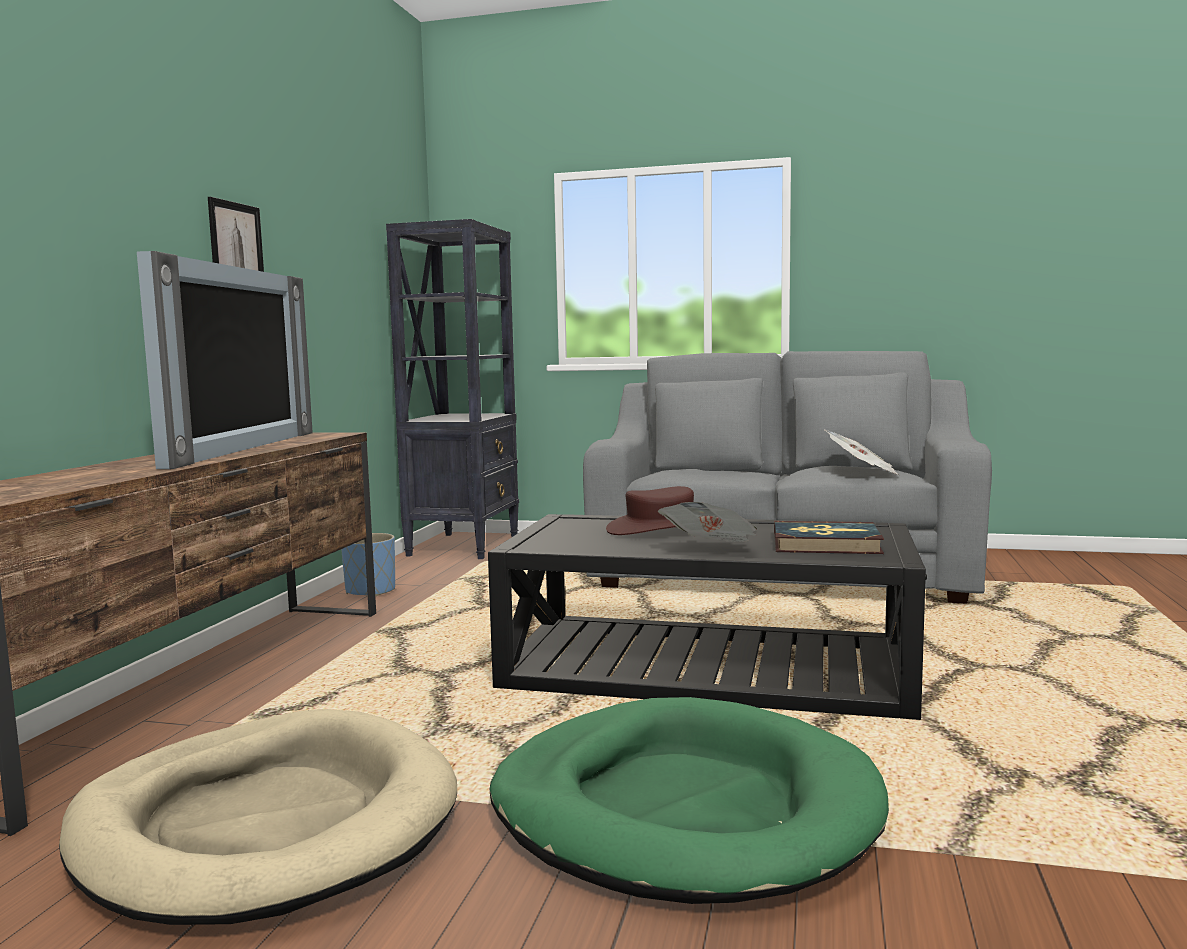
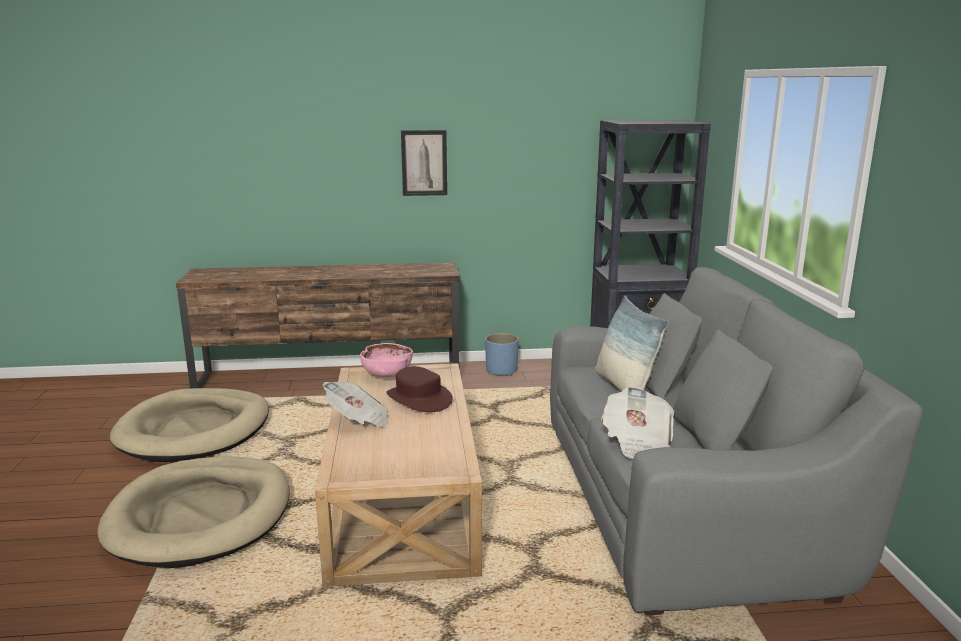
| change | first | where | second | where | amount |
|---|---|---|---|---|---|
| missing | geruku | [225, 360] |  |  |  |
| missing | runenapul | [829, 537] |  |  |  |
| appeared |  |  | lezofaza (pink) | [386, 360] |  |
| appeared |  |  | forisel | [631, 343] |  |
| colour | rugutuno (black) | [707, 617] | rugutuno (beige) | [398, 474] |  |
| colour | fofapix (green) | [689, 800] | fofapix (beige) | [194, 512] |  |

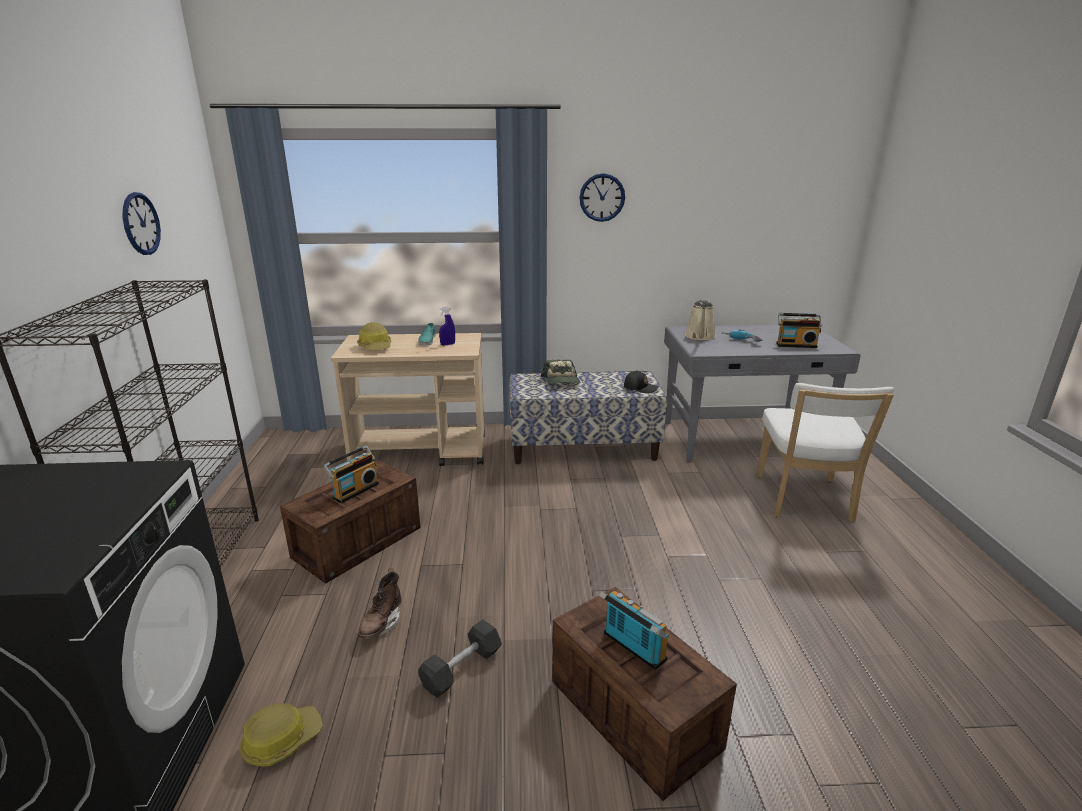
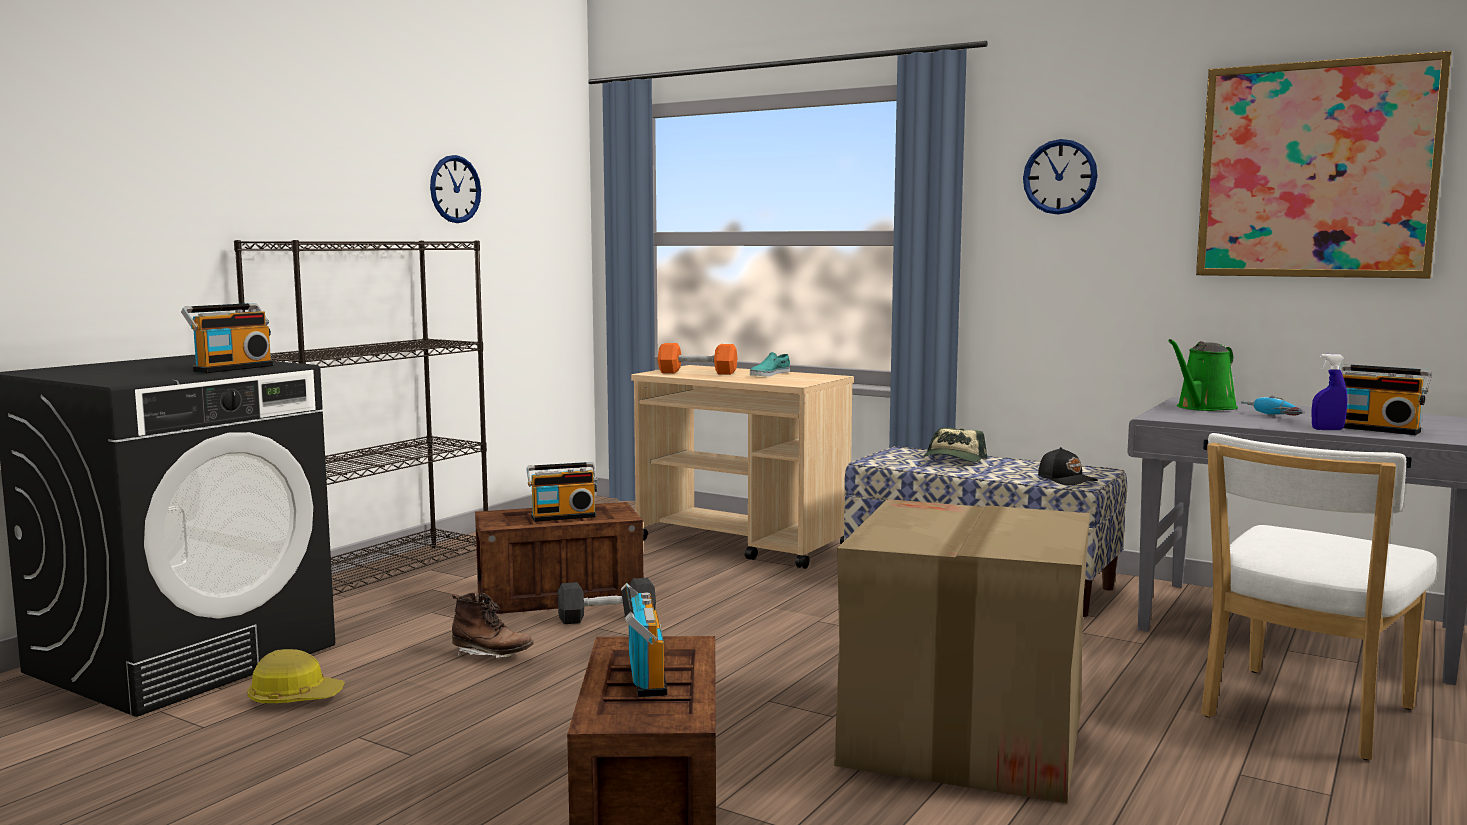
| change | first | where | second | where | amount |
|---|---|---|---|---|---|
| appeared |  |  | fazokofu | [227, 338] |  |
| appeared |  |  | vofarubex | [962, 651] |  |
| appeared |  |  | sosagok | [1324, 164] |  |
| relocated | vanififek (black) | [460, 658] |  | [607, 601] |  |
| relocated | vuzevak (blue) | [447, 326] |  | [1329, 392] |  |
| exchanged | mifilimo | [374, 336] | vanififek (orange) | [698, 359] |  |
| colour | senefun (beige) | [700, 320] | senefun (green) | [1203, 375] |  |
| spun | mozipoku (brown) | [380, 603] |  | [493, 625] | 120 degrees counterclockwise |

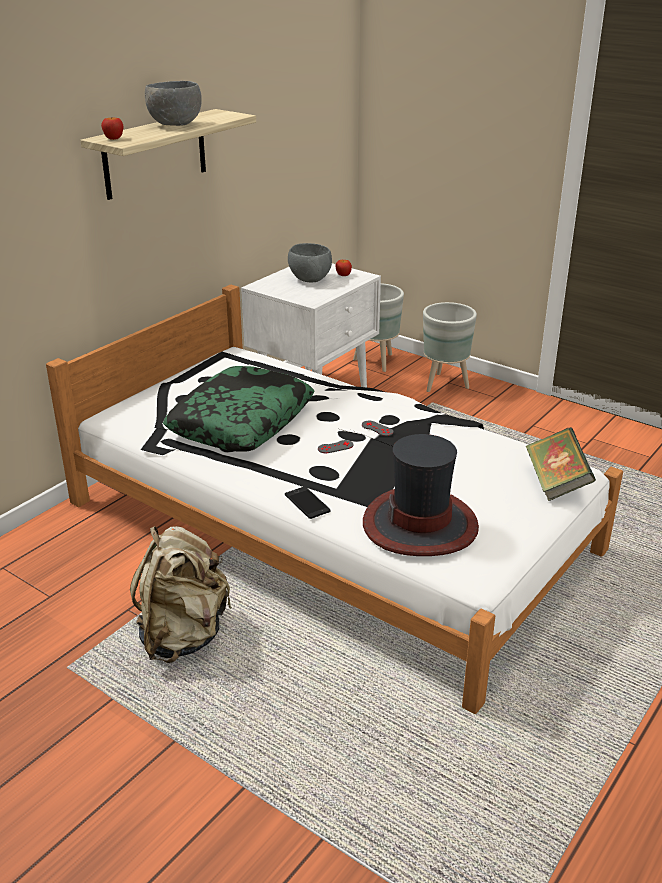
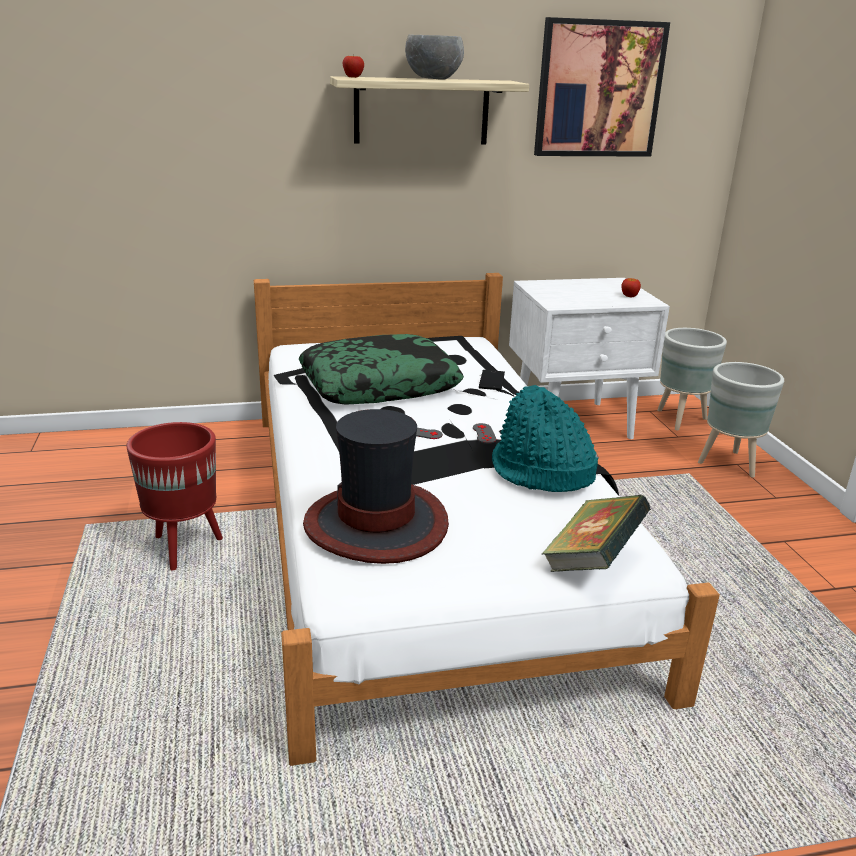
| change | first | where | second | where | amount |
|---|---|---|---|---|---|
| missing | lezofaza (grey) | [310, 262] |  |  |  |
| appeared |  |  | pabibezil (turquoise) | [545, 438] |  |
| appeared |  |  | sosagok | [602, 87] |  |
| relocated | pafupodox | [307, 502] |  | [492, 380] |  |
| exchanged | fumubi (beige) | [181, 594] | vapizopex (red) | [174, 496] |  |

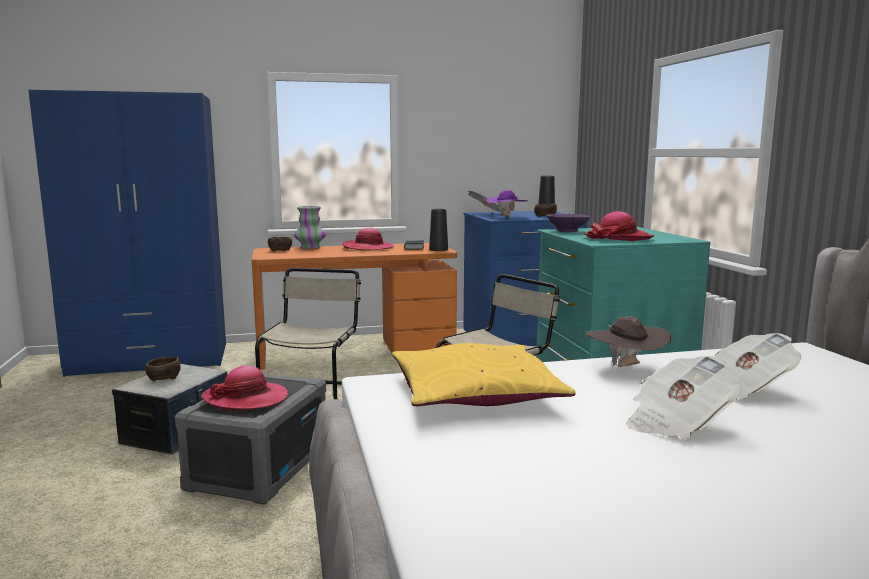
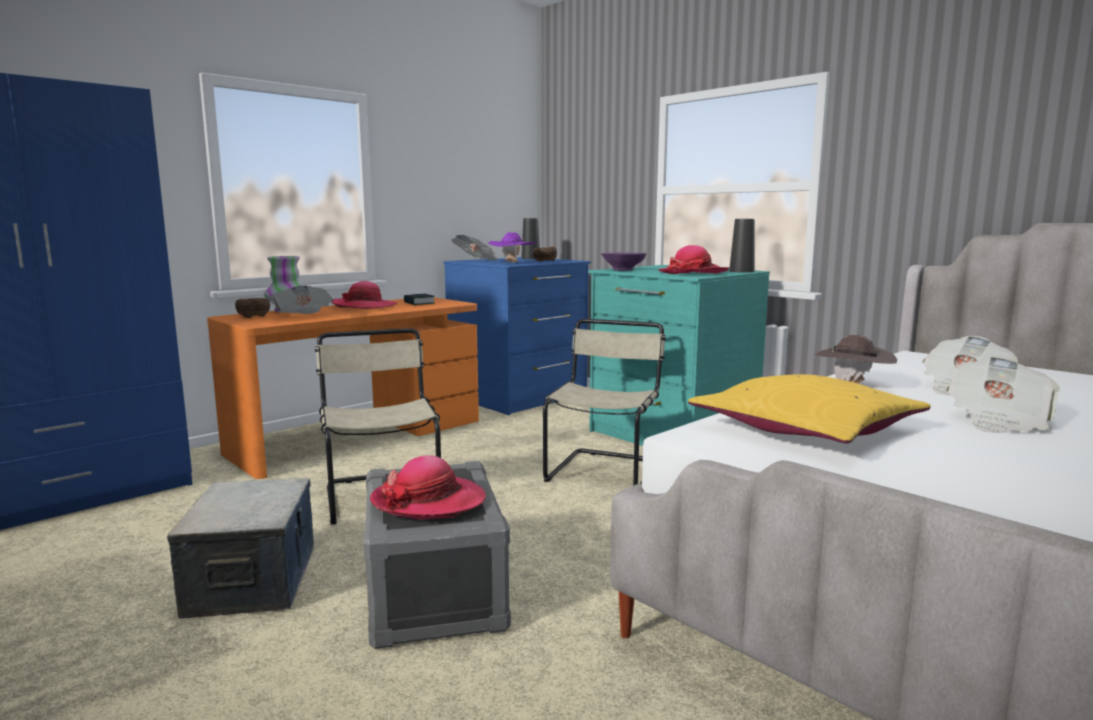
| change | first | where | second | where | amount |
|---|---|---|---|---|---|
| missing | lezofaza (brown) | [163, 369] |  |  |  |
| appeared |  |  | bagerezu | [302, 299] |  |
| relocated | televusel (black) | [438, 230] |  | [742, 246] |  |

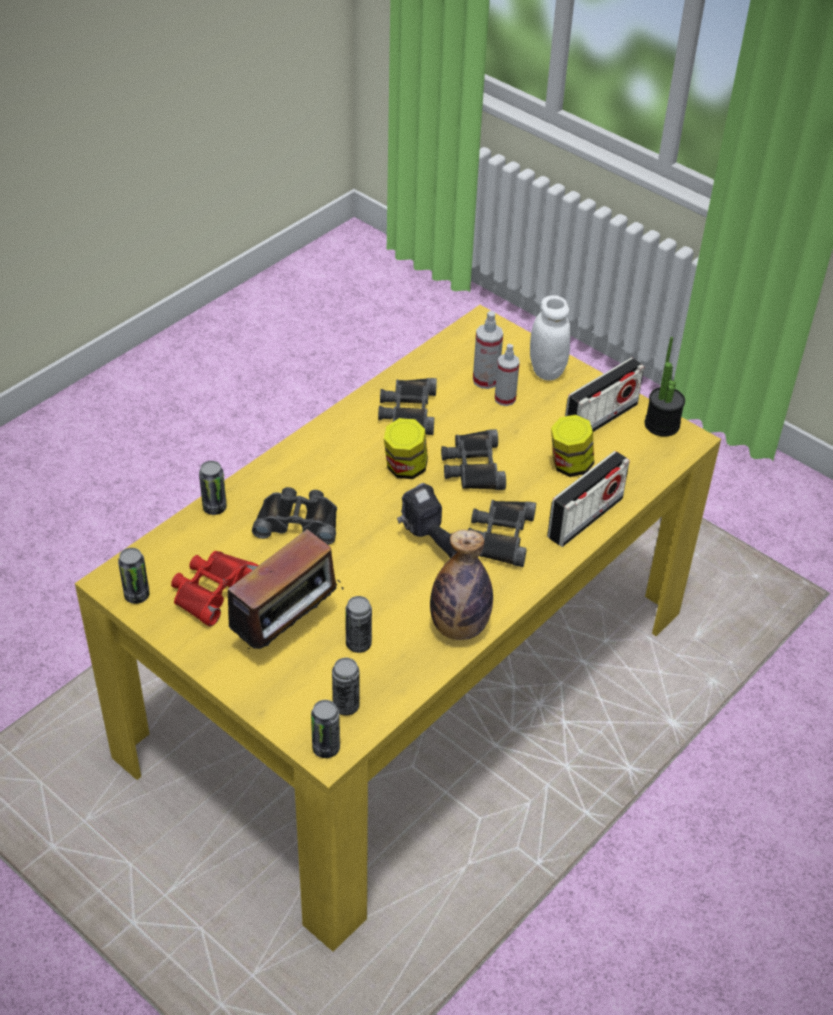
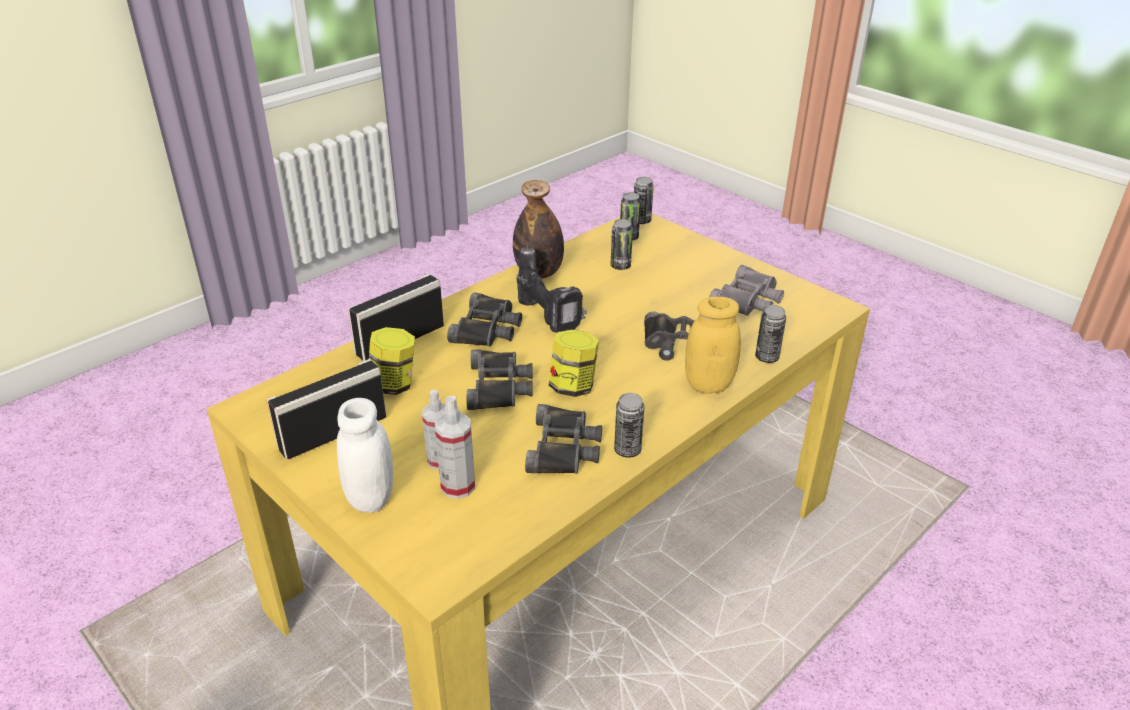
| change | first | where | second | where | amount |
|---|---|---|---|---|---|
| missing | fazokofu | [279, 589] |  |  |  |
| missing | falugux | [665, 387] |  |  |  |
| appeared |  |  | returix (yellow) | [713, 345] |  |
| relocated | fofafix | [134, 576] |  | [629, 425] |  |
| colour | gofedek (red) | [215, 588] | gofedek (grey) | [746, 290] |  |

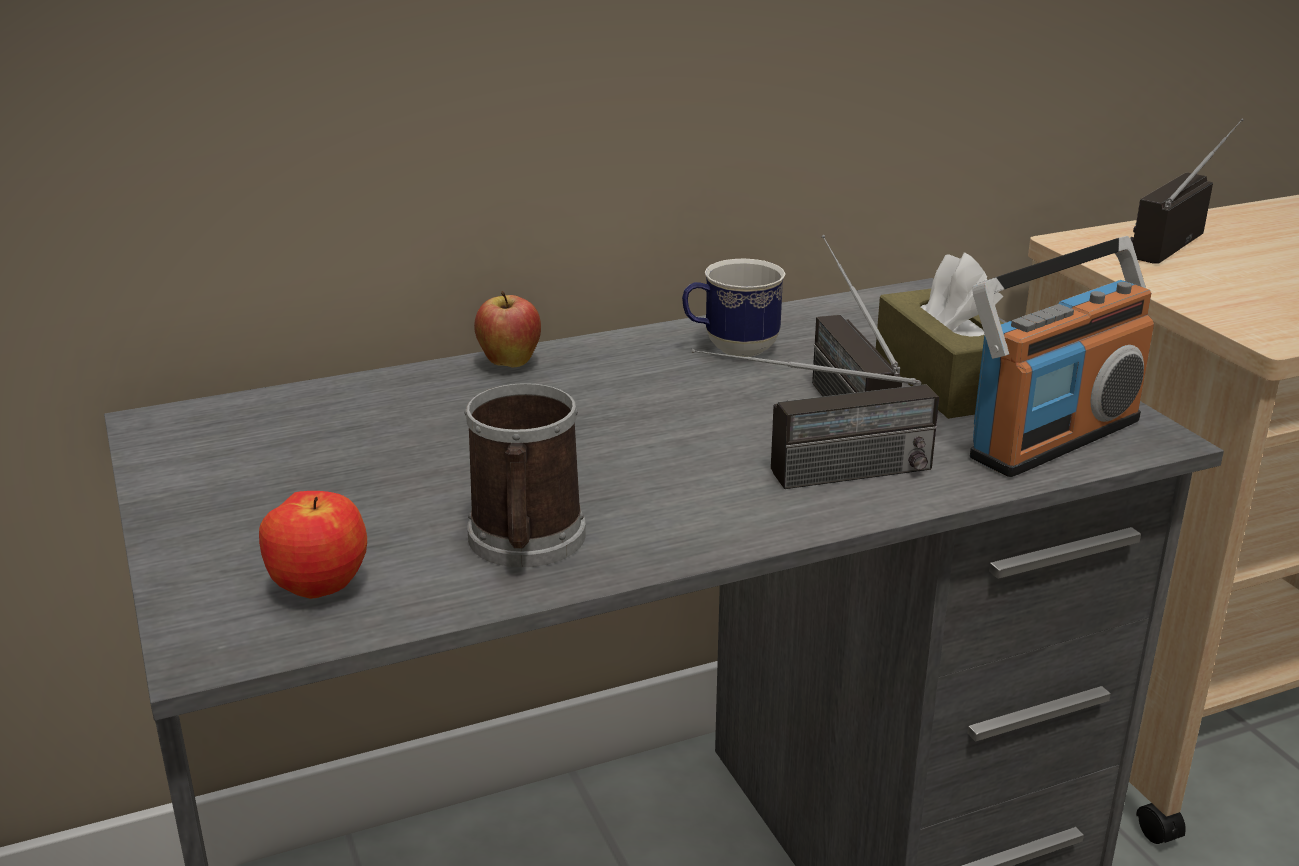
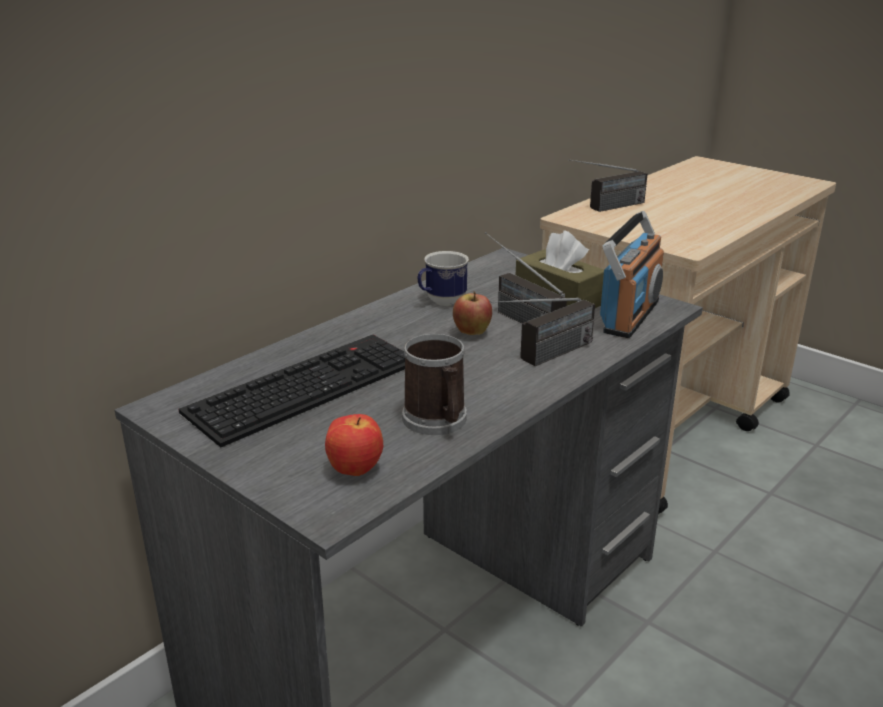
| change | first | where | second | where | amount |
|---|---|---|---|---|---|
| appeared |  |  | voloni | [292, 391] |  |
| relocated | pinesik | [507, 329] |  | [472, 313] |  |
| spun | fazokofu | [1186, 191] |  | [608, 185] | 135 degrees counterclockwise |

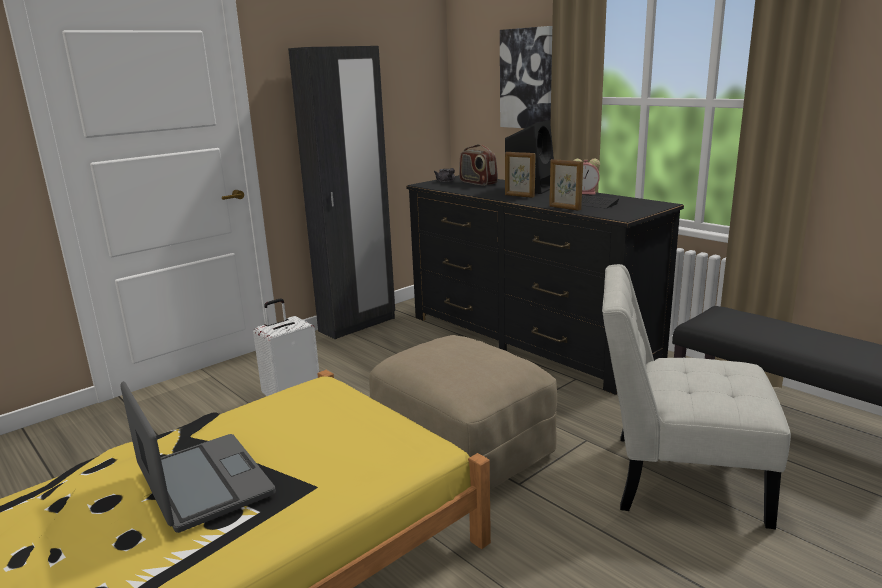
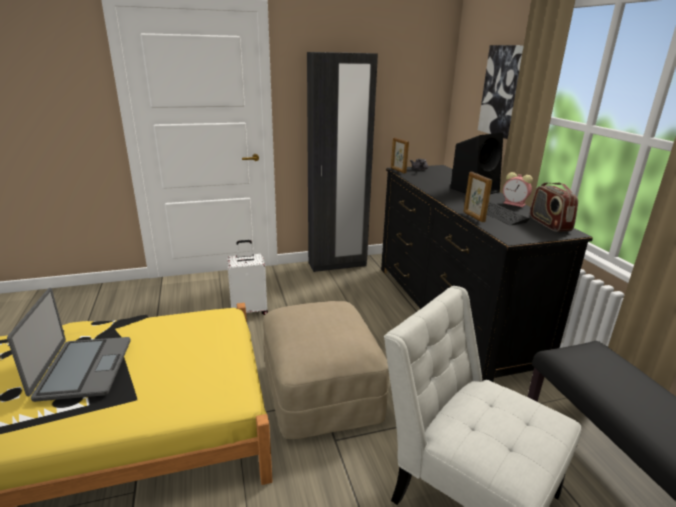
| change | first | where | second | where | amount |
|---|---|---|---|---|---|
| relocated | fazokofu | [478, 165] |  | [554, 207] |  |
| relocated | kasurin | [520, 175] |  | [400, 155] |  |

